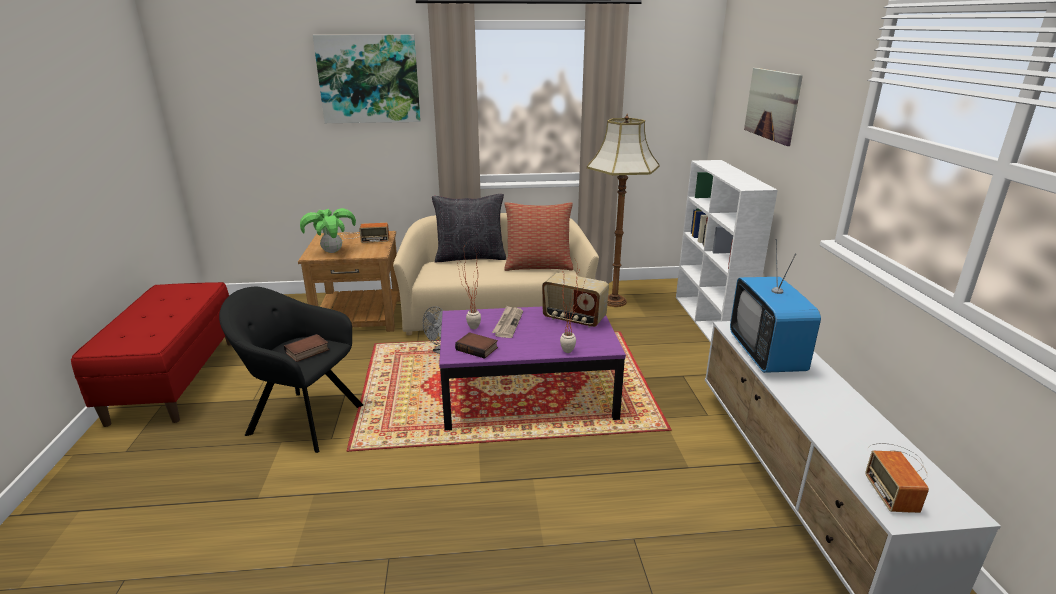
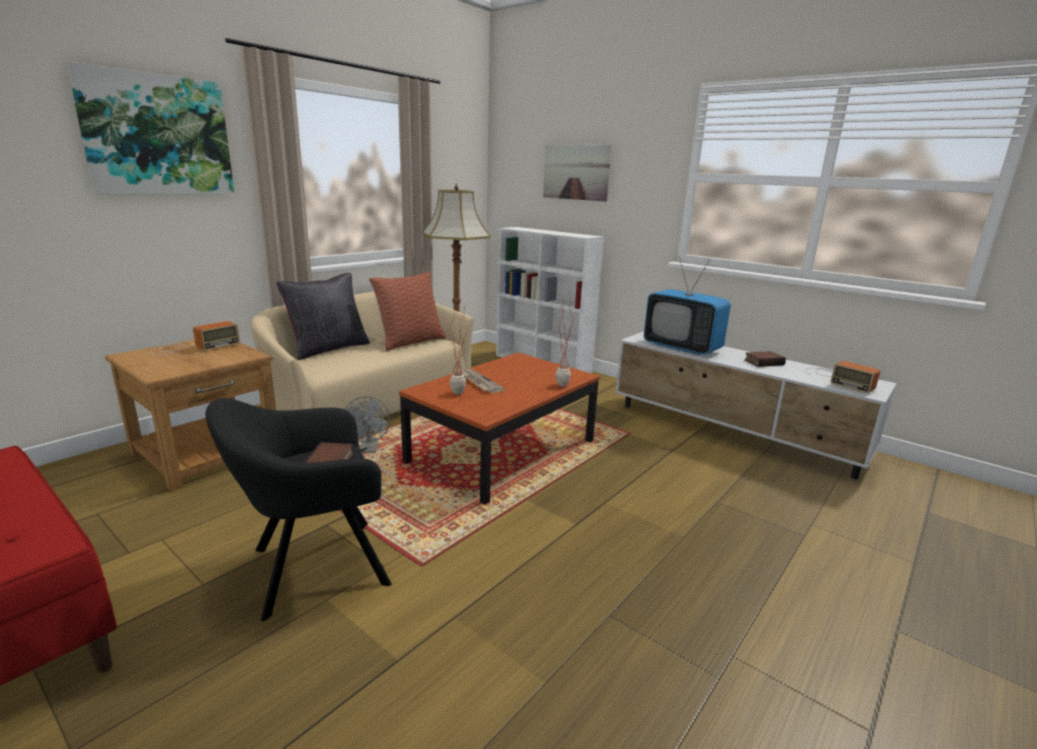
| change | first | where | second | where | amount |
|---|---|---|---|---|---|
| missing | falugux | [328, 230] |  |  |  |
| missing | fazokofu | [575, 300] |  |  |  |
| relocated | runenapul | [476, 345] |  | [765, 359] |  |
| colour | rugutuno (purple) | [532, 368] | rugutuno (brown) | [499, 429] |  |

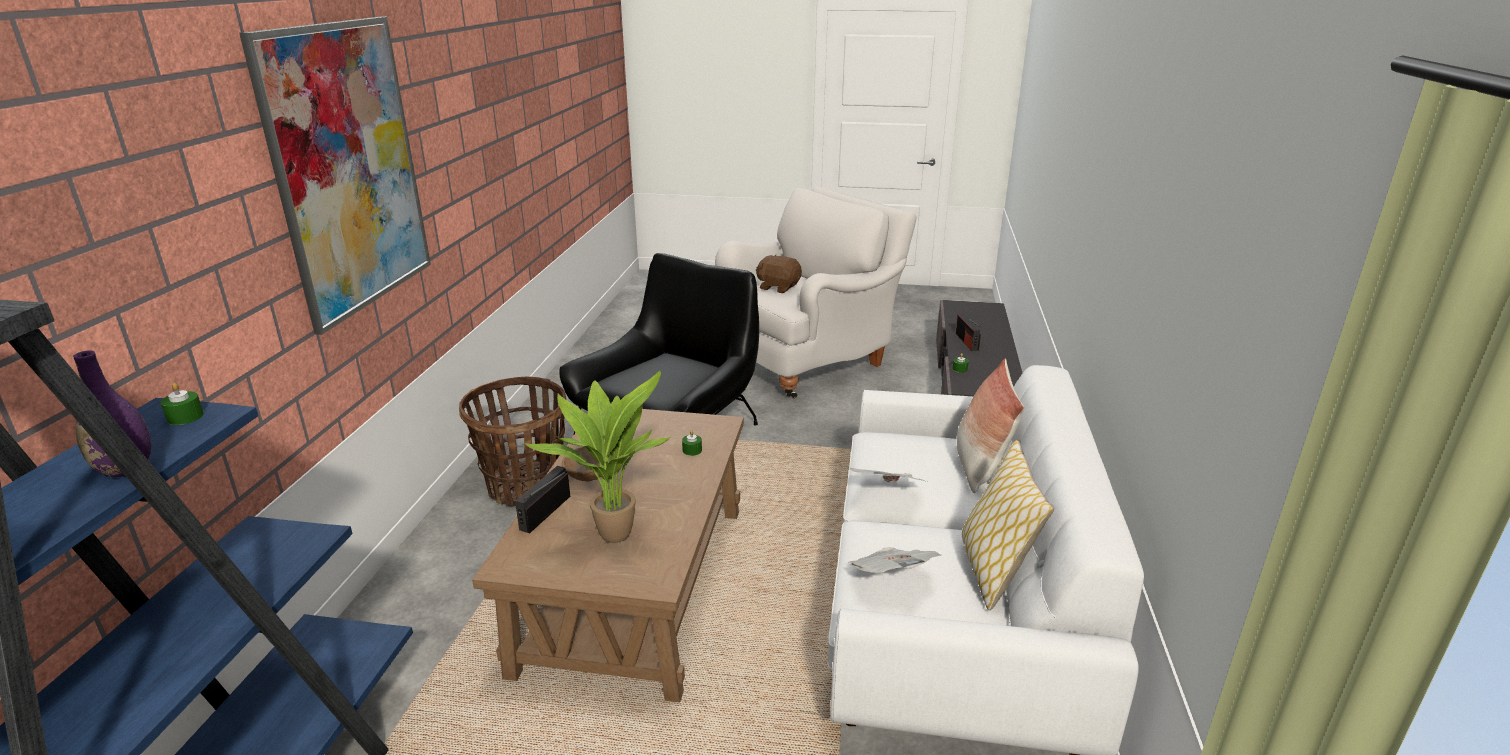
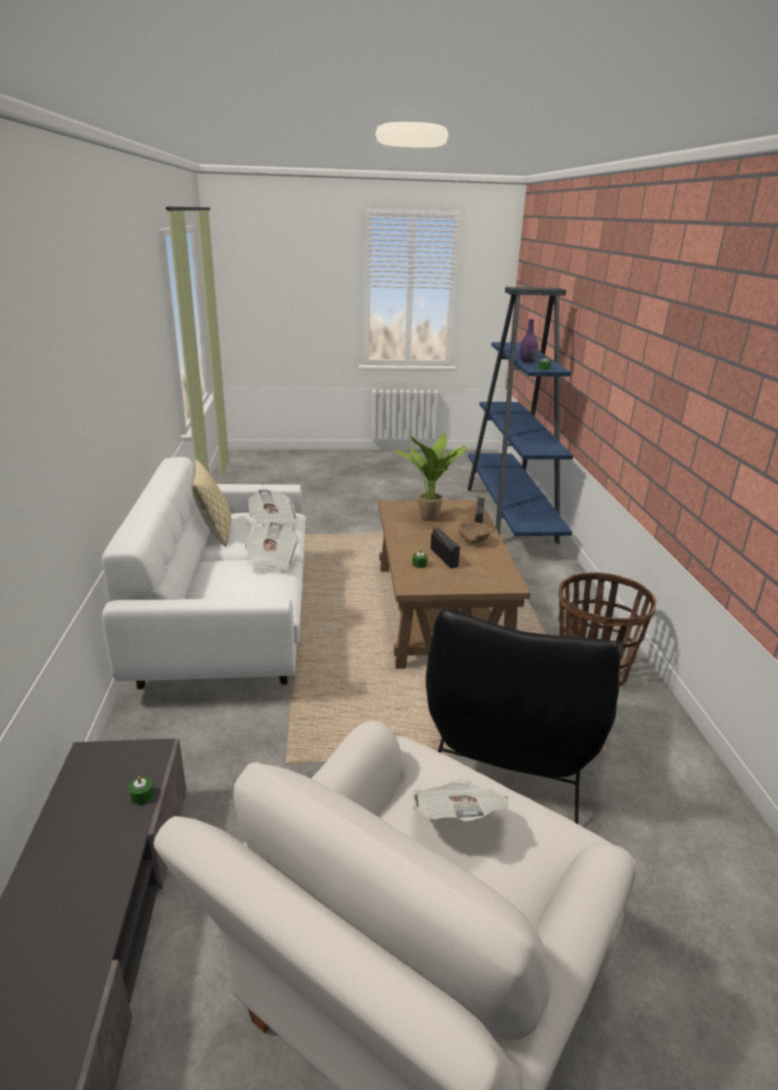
| change | first | where | second | where | amount |
|---|---|---|---|---|---|
| missing | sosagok | [335, 176] |  |  |  |
| missing | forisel | [990, 425] |  |  |  |
| relocated | fazokofu | [968, 332] |  | [445, 547] |  |
| exchanged | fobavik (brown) | [779, 274] | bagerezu | [460, 800] |  |

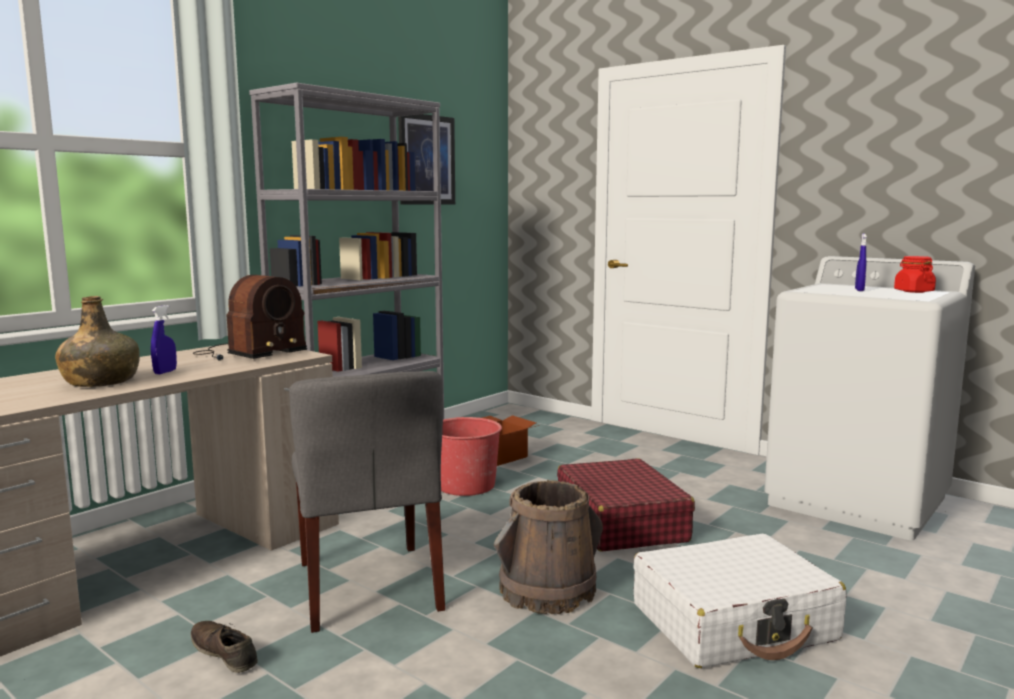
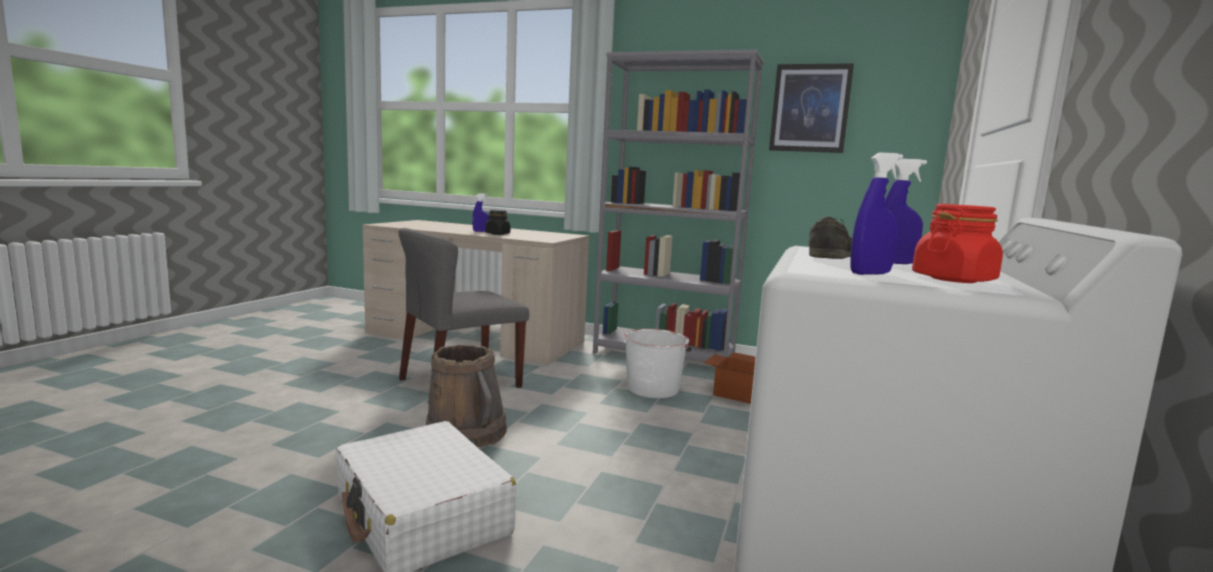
| change | first | where | second | where | amount |
|---|---|---|---|---|---|
| missing | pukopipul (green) | [97, 341] |  |  |  |
| missing | fazokofu | [250, 318] |  |  |  |
| missing | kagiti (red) | [626, 505] |  |  |  |
| appeared |  |  | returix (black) | [497, 222] |  |
| appeared |  |  | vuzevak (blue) | [876, 214] |  |
| relocated | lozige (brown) | [224, 647] |  | [830, 238] |  |
| colour | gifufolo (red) | [471, 456] | gifufolo (white) | [658, 363] |  |

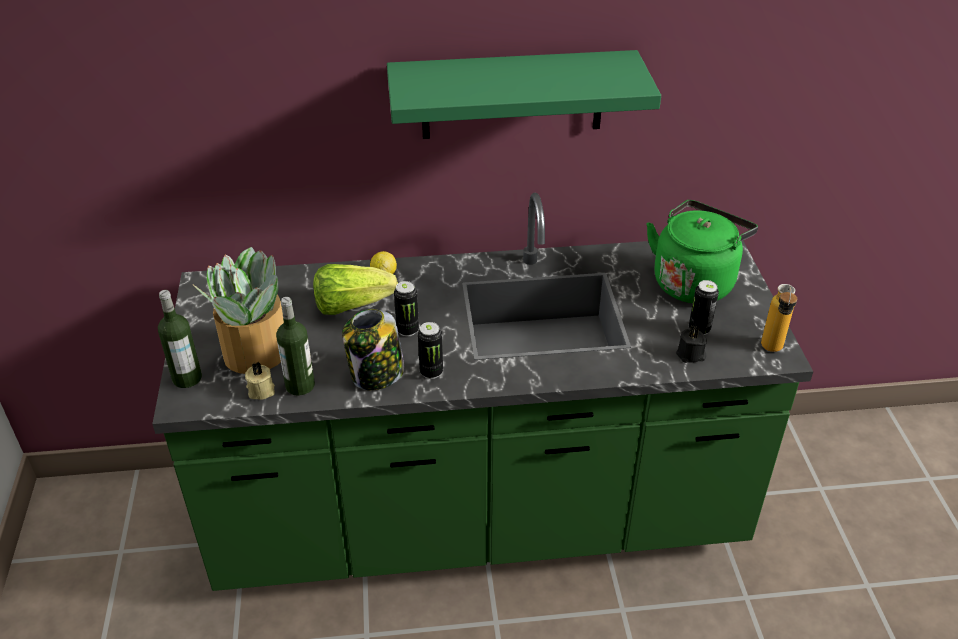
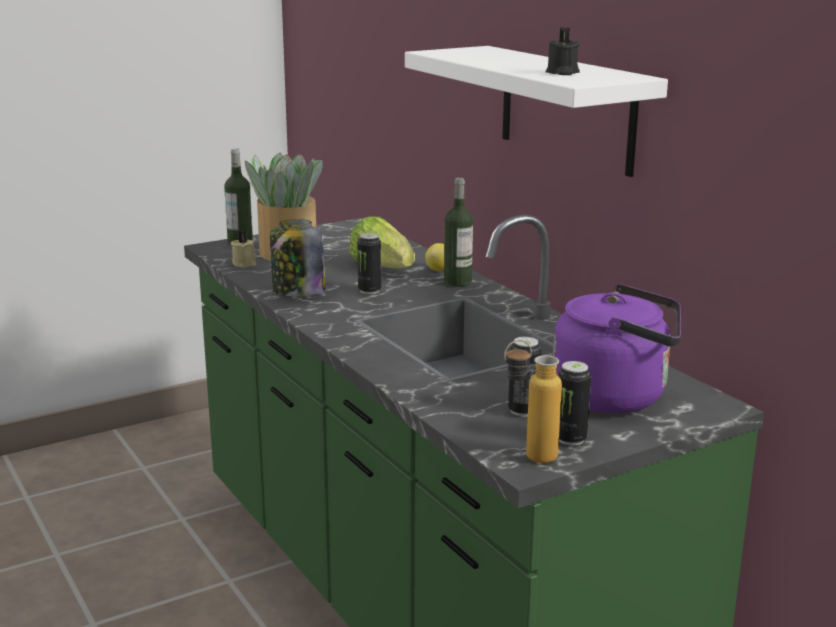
| change | first | where | second | where | amount |
|---|---|---|---|---|---|
| relocated | pukopipul | [295, 346] |  | [458, 232] |  |
| relocated | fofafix | [430, 350] |  | [574, 403] |  |
| relocated | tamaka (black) | [691, 344] |  | [563, 51] |  |
| colour | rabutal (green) | [524, 94] | rabutal (white) | [536, 111] |  |
| colour | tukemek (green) | [702, 251] | tukemek (purple) | [617, 348] |  |

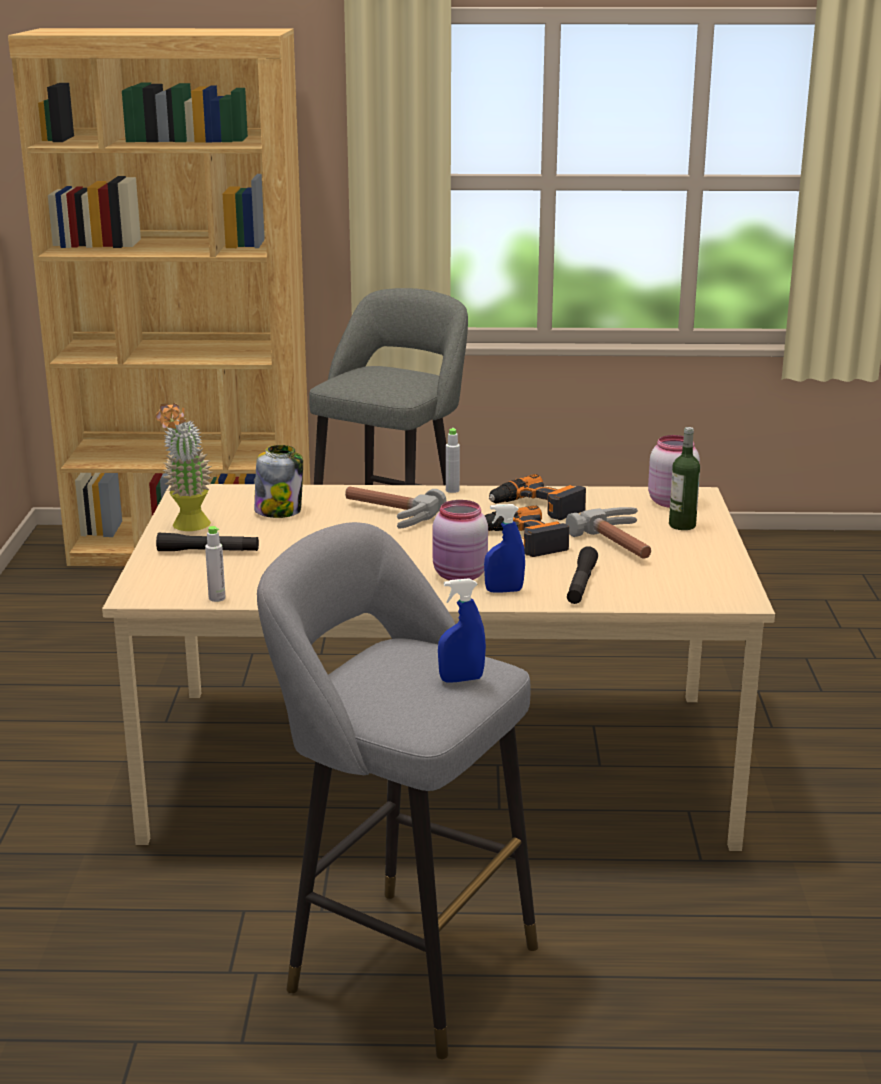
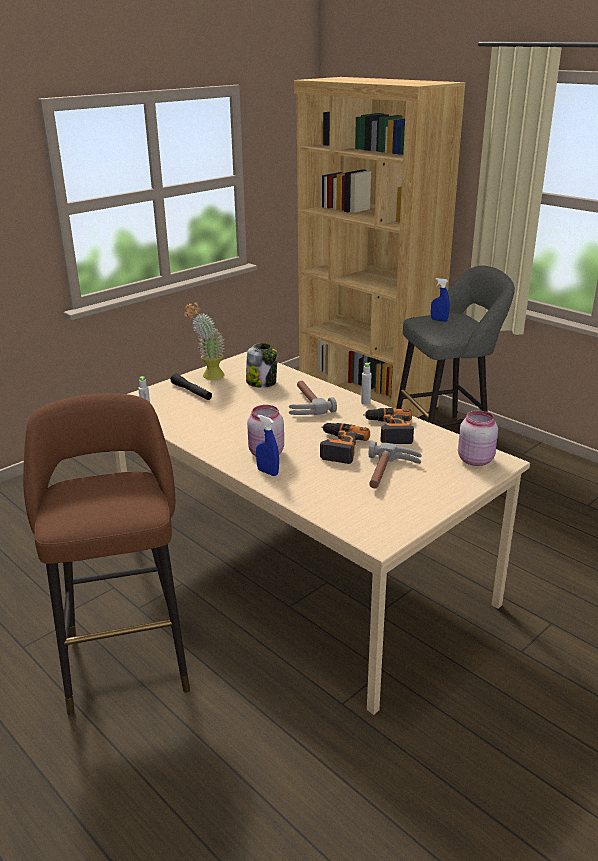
| change | first | where | second | where | amount |
|---|---|---|---|---|---|
| missing | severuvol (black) | [582, 575] |  |  |  |
| missing | pukopipul | [684, 478] |  |  |  |
| relocated | vuzevak (blue) | [462, 630] |  | [440, 300] |  |
| colour | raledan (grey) | [397, 790] | raledan (brown) | [106, 554] |  |

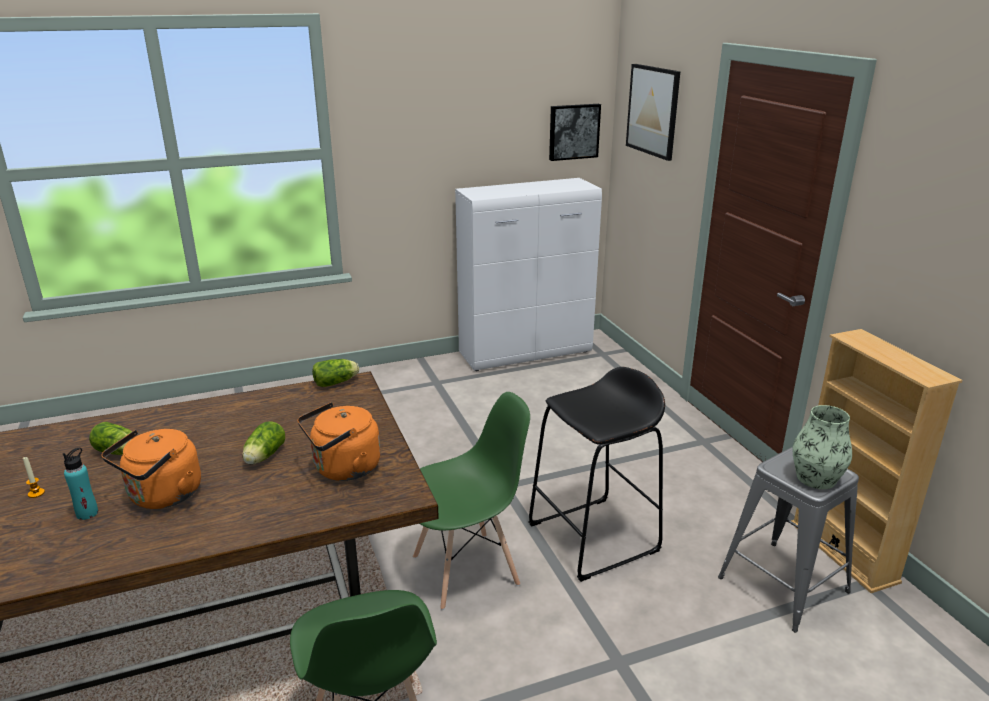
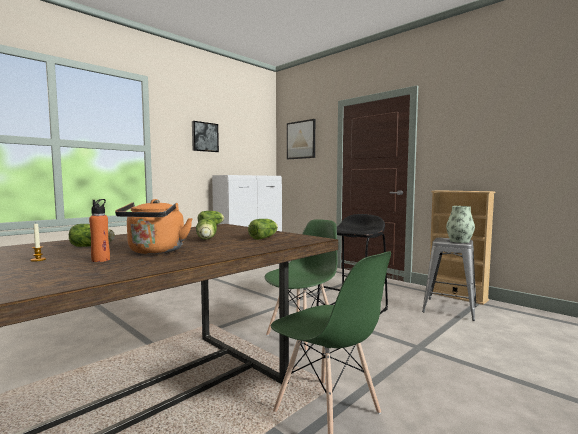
| change | first | where | second | where | amount |
|---|---|---|---|---|---|
| relocated | sosagok | [575, 132] |  | [205, 136] |  |
| exchanged | tukemek (orange) | [339, 441] | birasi | [263, 229] |  |
| colour | pukopipul (turquoise) | [80, 484] | pukopipul (orange) | [99, 230] |  |

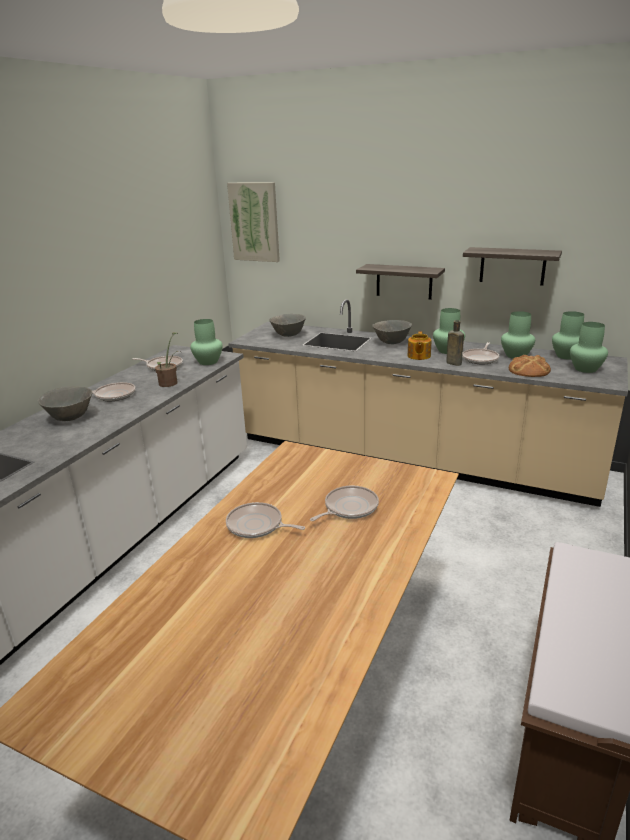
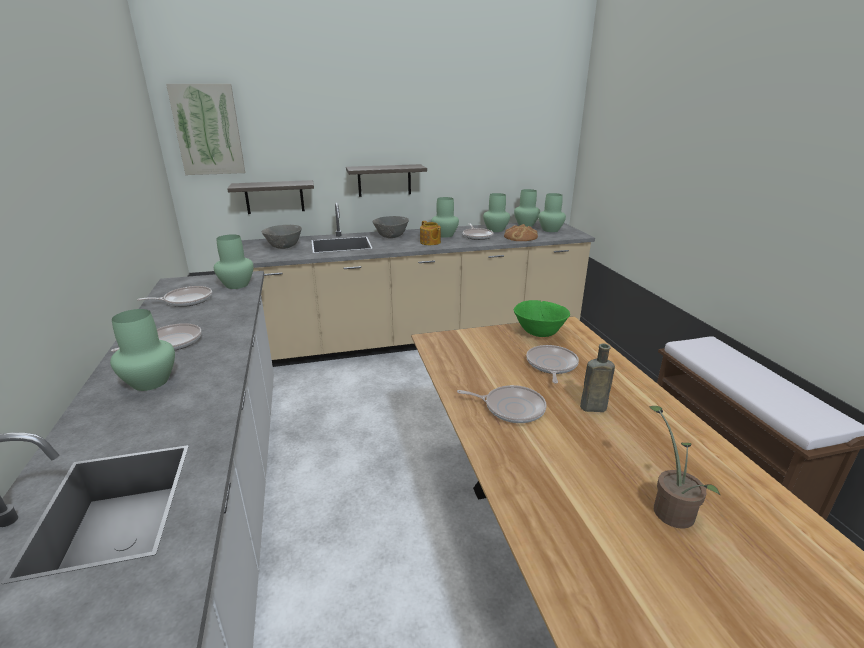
| change | first | where | second | where | amount |
|---|---|---|---|---|---|
| appeared |  |  | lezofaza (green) | [542, 318] |  |
| relocated | falugux | [168, 360] |  | [685, 467] |  |
| relocated | pukopipul (brown) | [455, 343] |  | [597, 378] |  |
| relocated | rabutal | [512, 266] |  | [270, 197] |  |
| exchanged | lezofaza (grey) | [65, 403] | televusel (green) | [142, 350] |  |
| spun | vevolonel | [265, 520] |  | [502, 404] | 150 degrees counterclockwise |

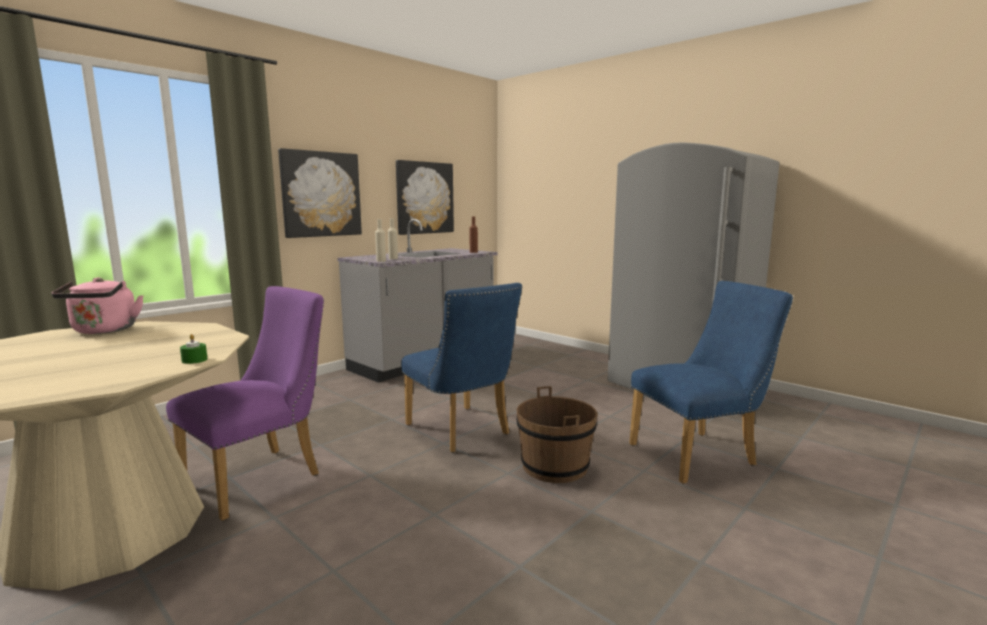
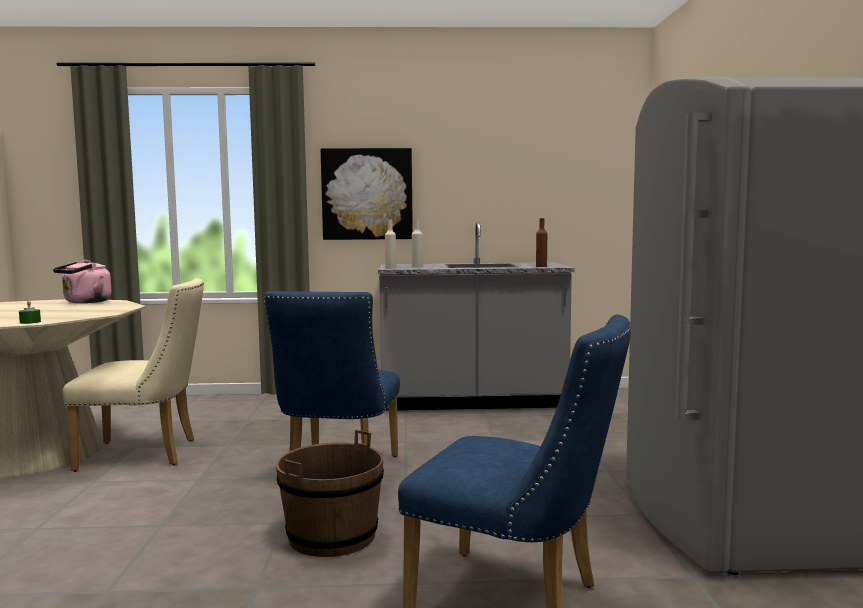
| change | first | where | second | where | amount |
|---|---|---|---|---|---|
| missing | sosagok | [425, 197] |  |  |  |
| colour | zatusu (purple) | [245, 403] | zatusu (beige) | [133, 375] |  |

